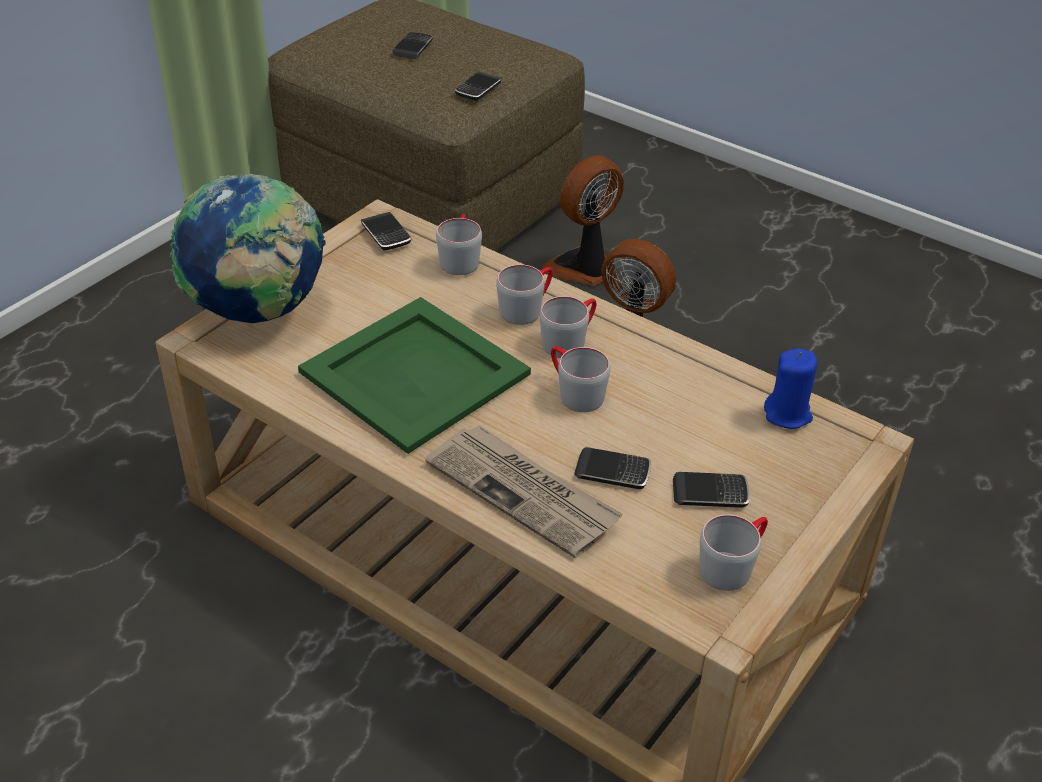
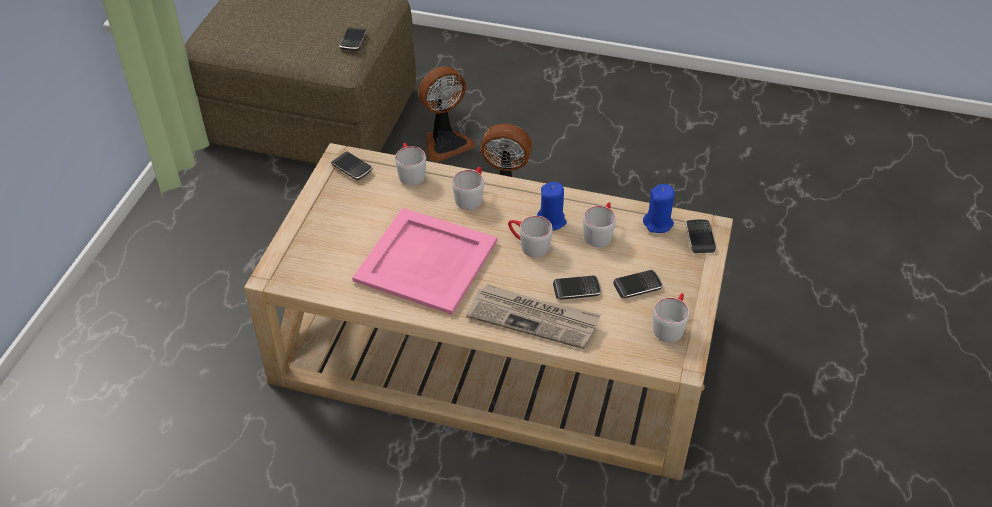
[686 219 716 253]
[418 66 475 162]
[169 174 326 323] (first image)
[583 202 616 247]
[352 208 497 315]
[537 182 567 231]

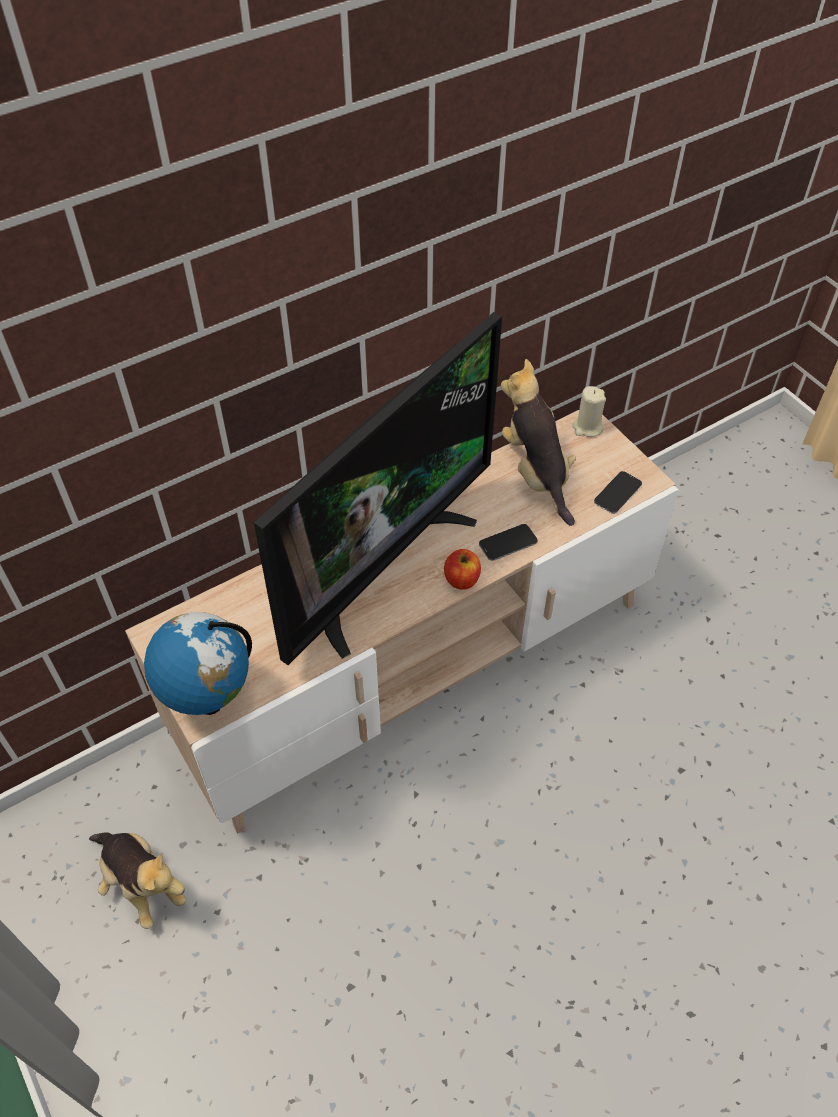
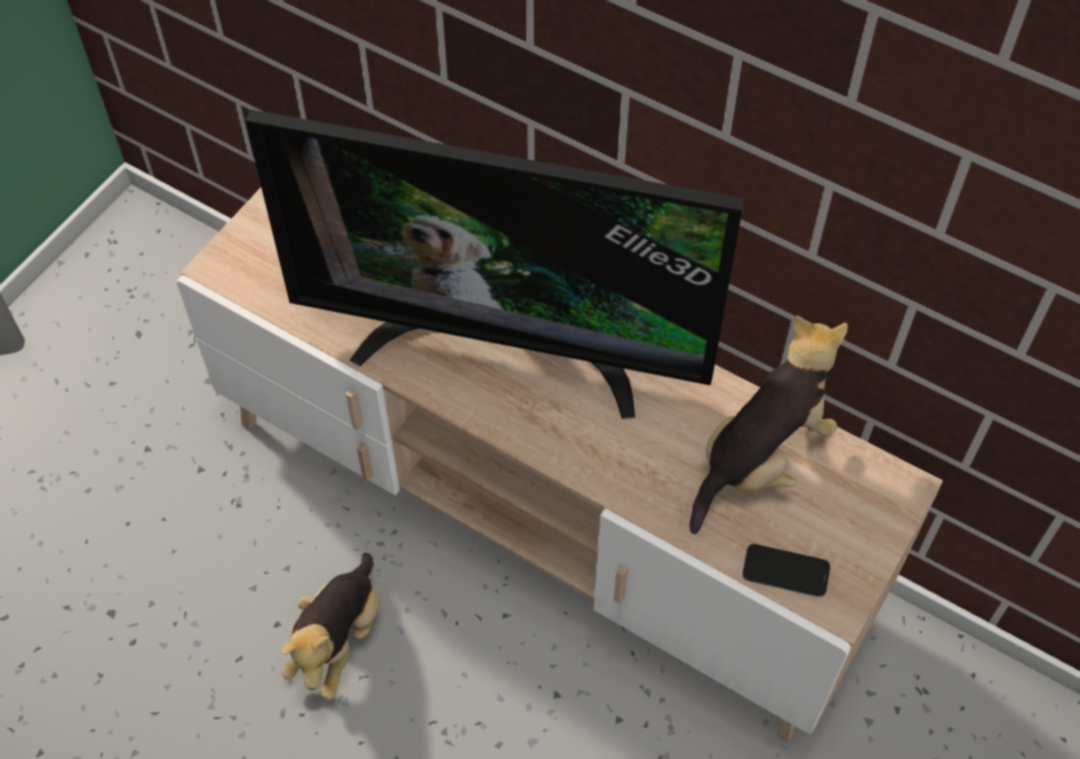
[572 386 606 437] (first image)
[479 524 538 561] (first image)
[444 549 481 590] (first image)
[144 612 252 715] (first image)
[282 553 380 700]

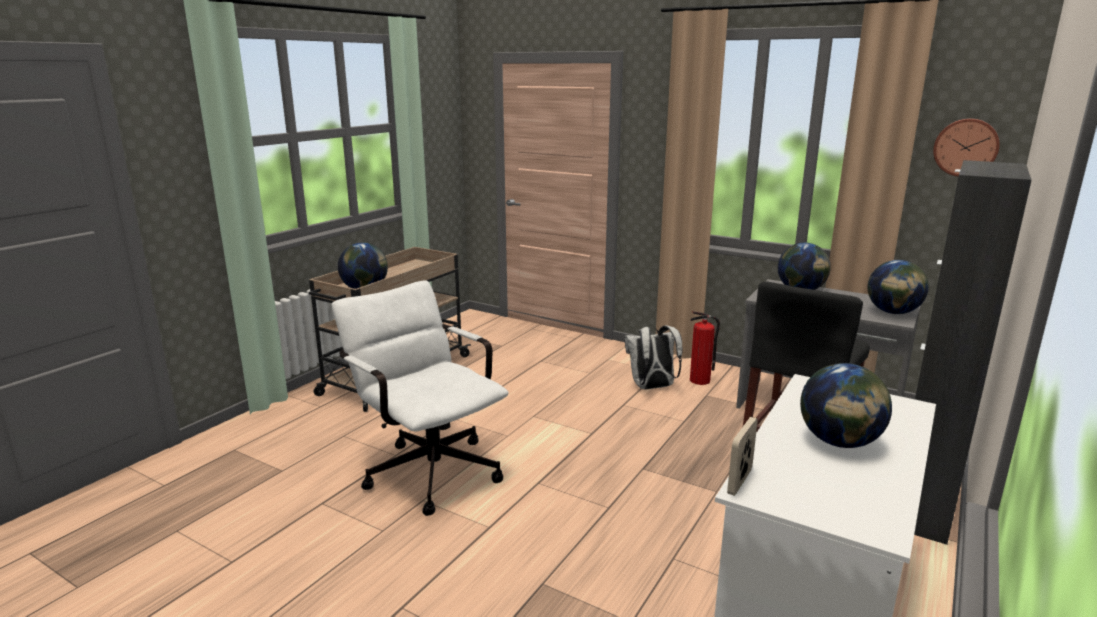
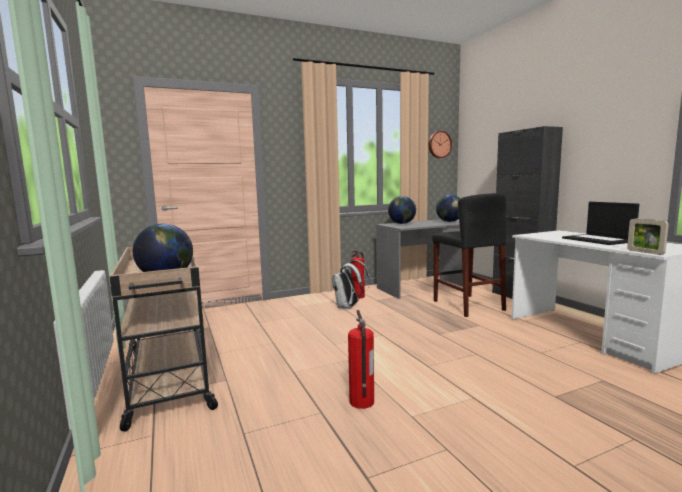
[348 310 374 409]
[562 202 639 245]

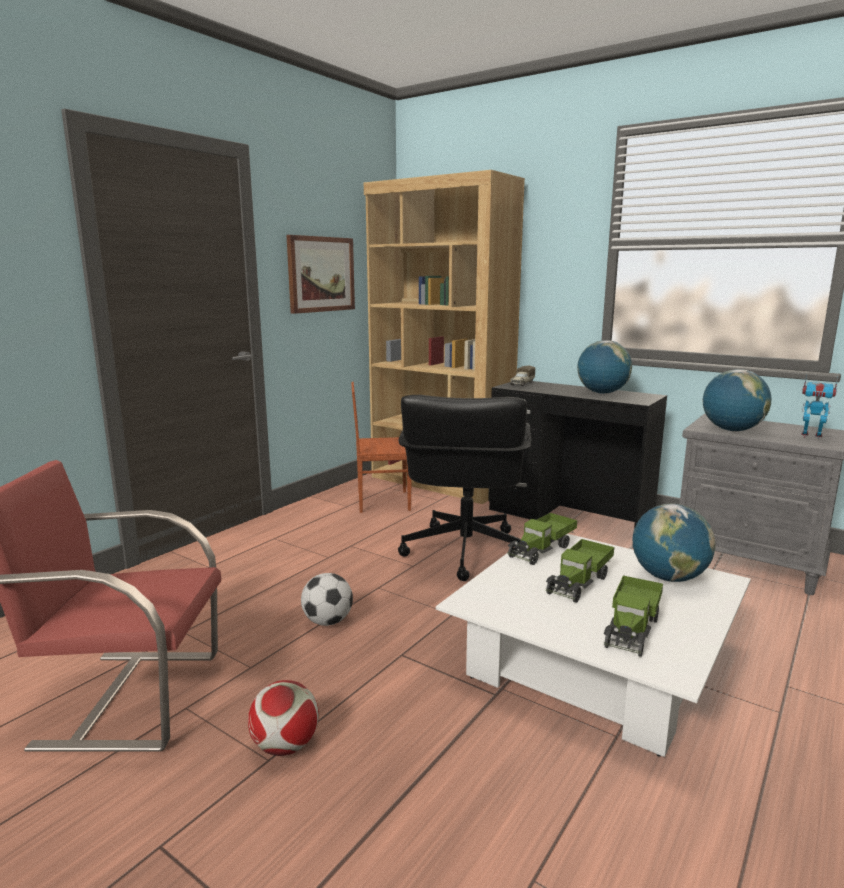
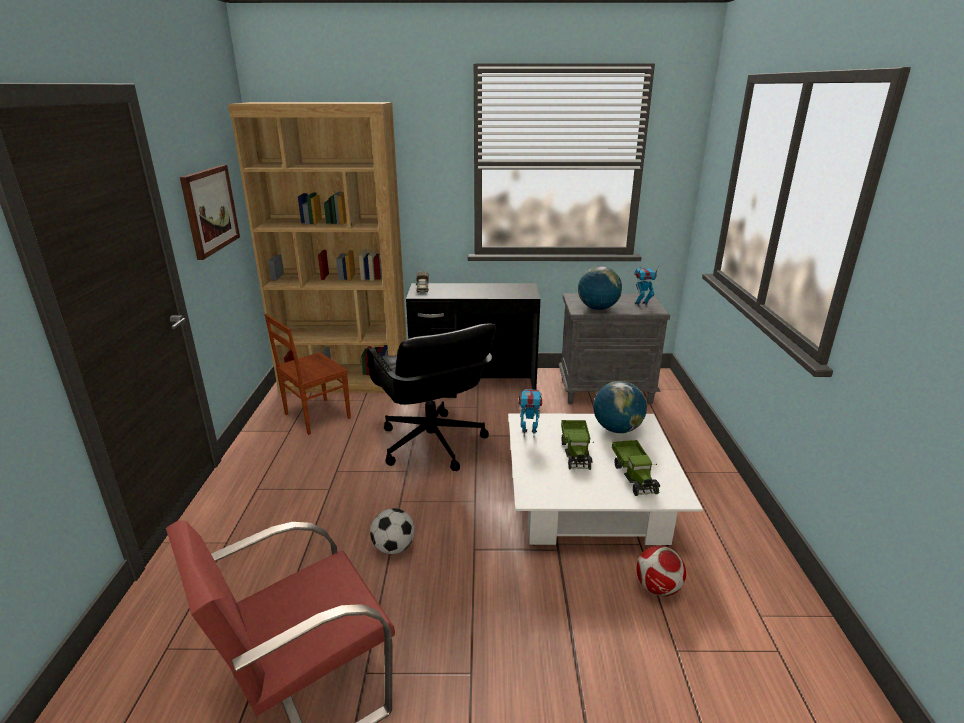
[577 340 632 394] (first image)
[518 389 542 435]
[637 545 686 596]

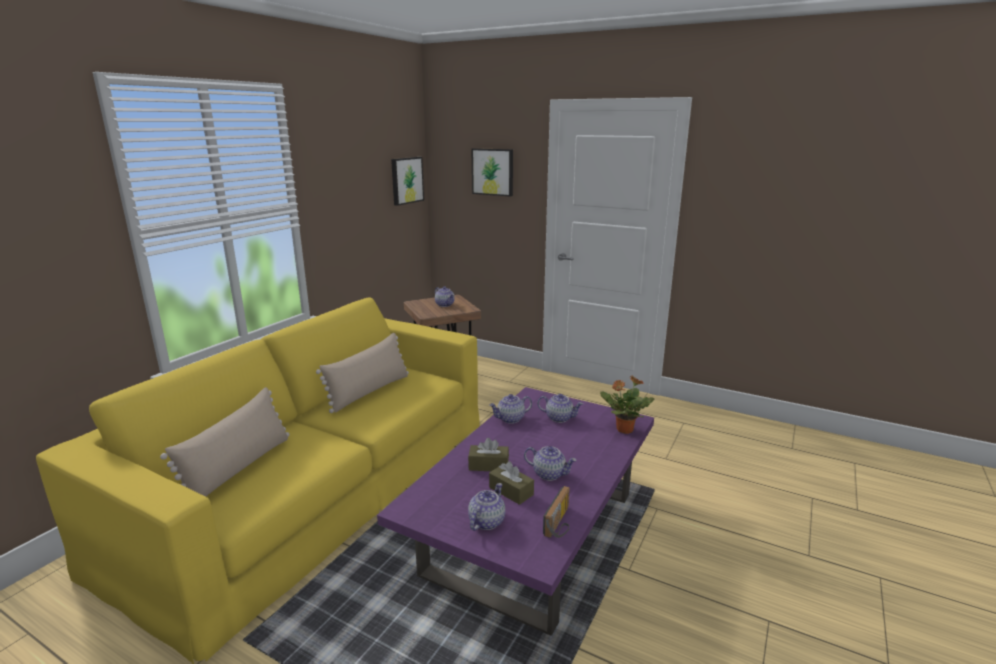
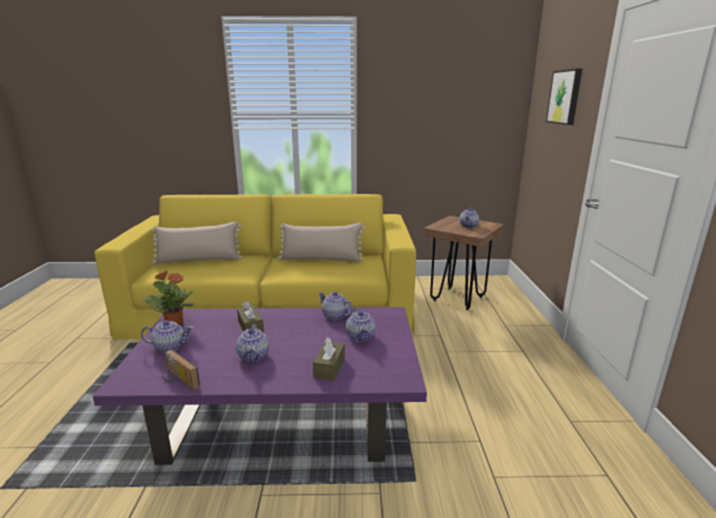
[391 157 424 206] (first image)
[142 271 195 325]
[313 337 345 381]
[161 350 200 390]

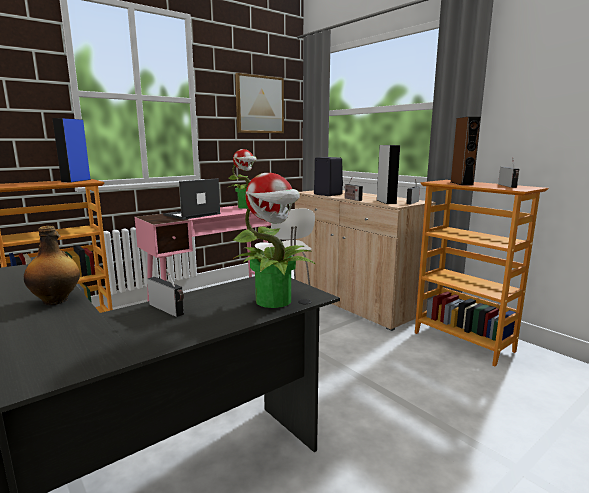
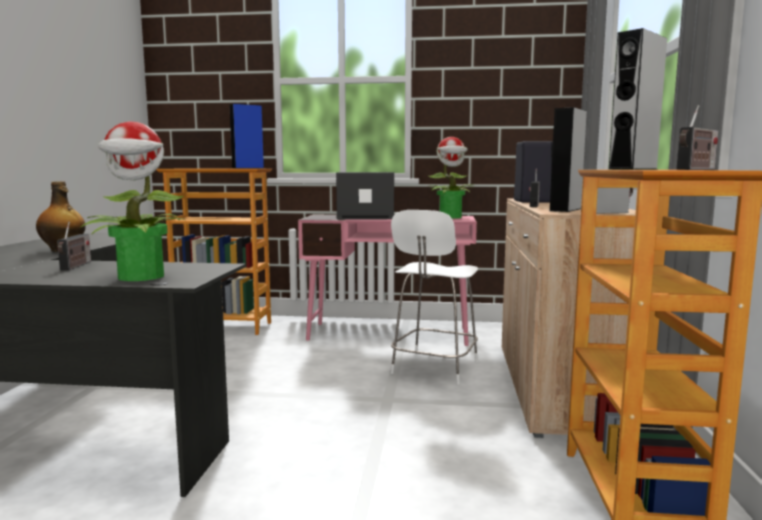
[235 73 284 133] (first image)
[609 28 667 170]

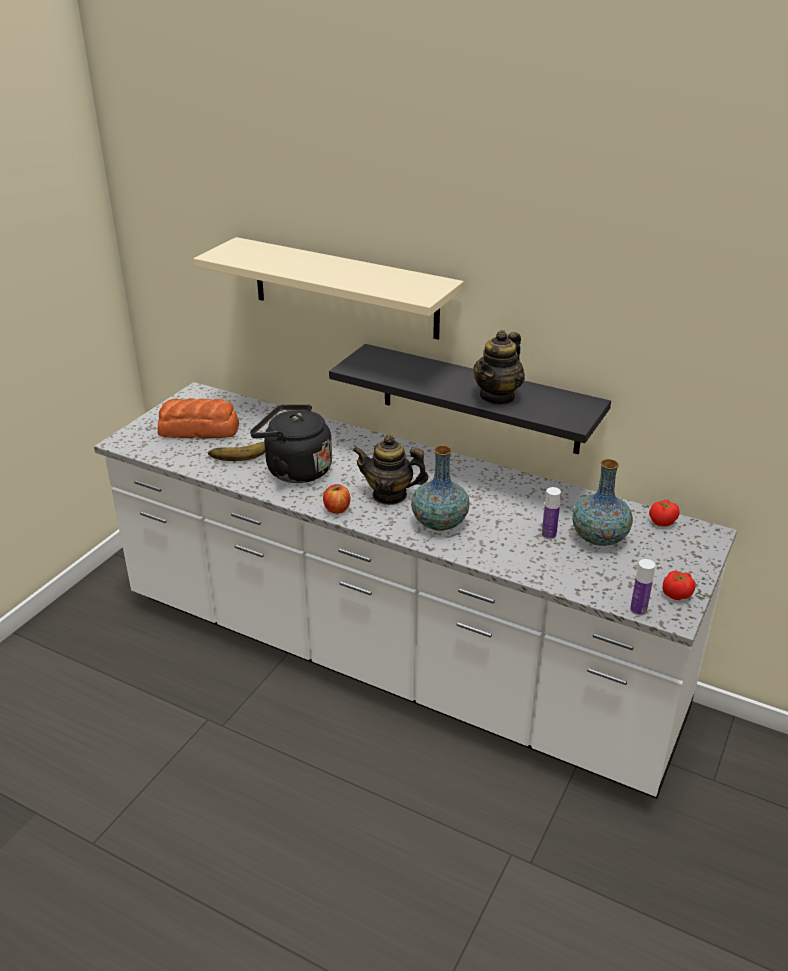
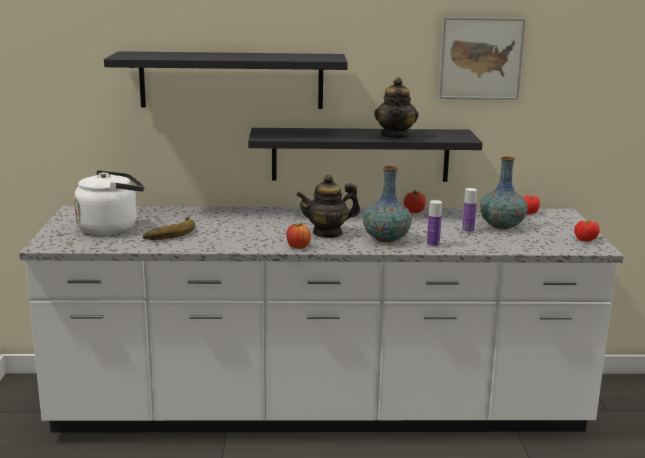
[104 51 348 109]
[74 170 145 235]
[250 405 332 483] (first image)
[427 200 442 247]
[439 17 525 100]
[403 190 426 213]

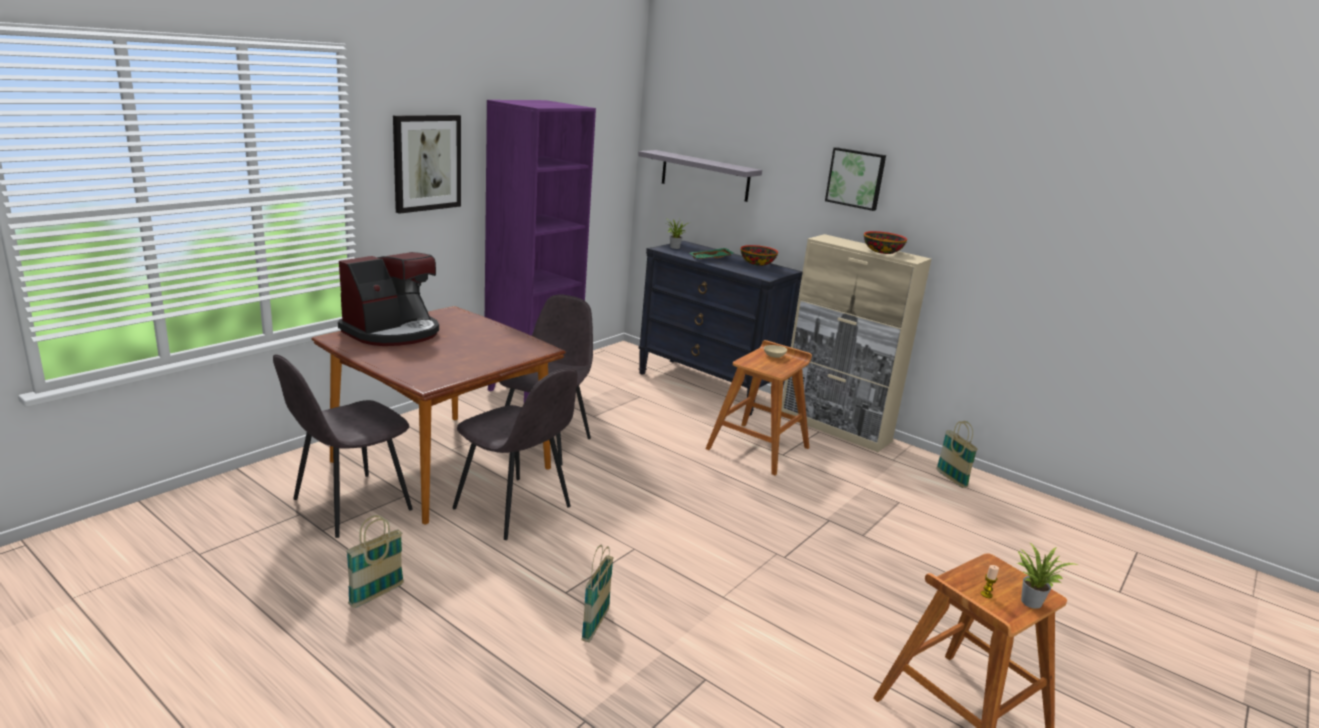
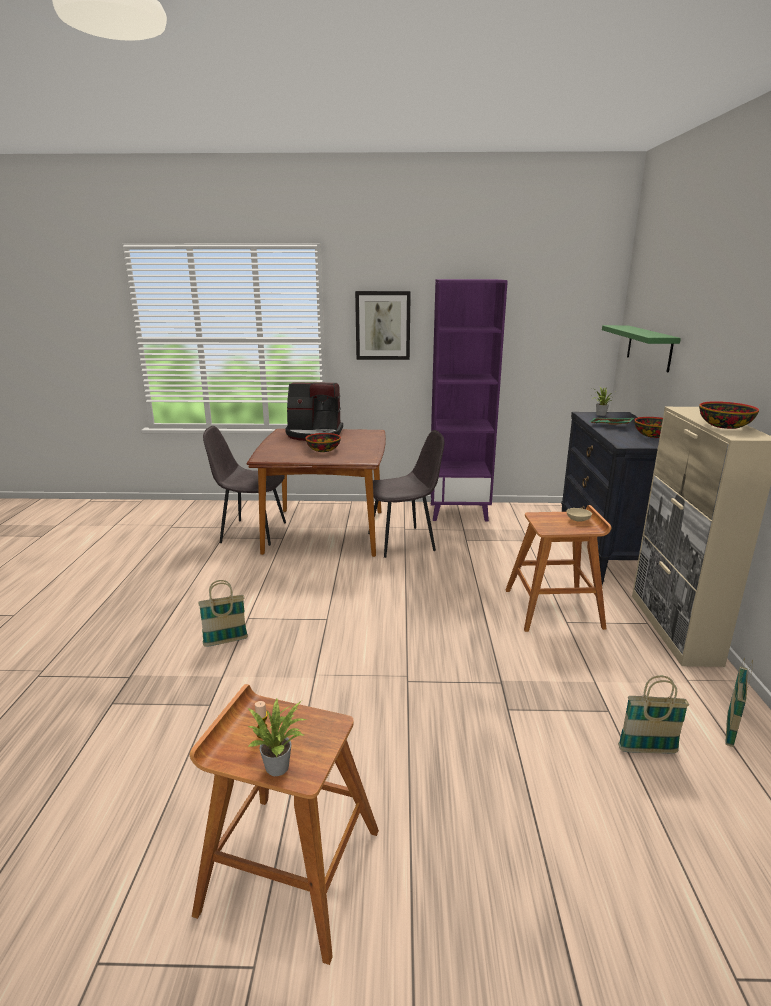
[825 147 886 211] (first image)
[602 325 681 373]
[452 368 578 540] (first image)
[618 676 689 753]
[305 433 341 452]

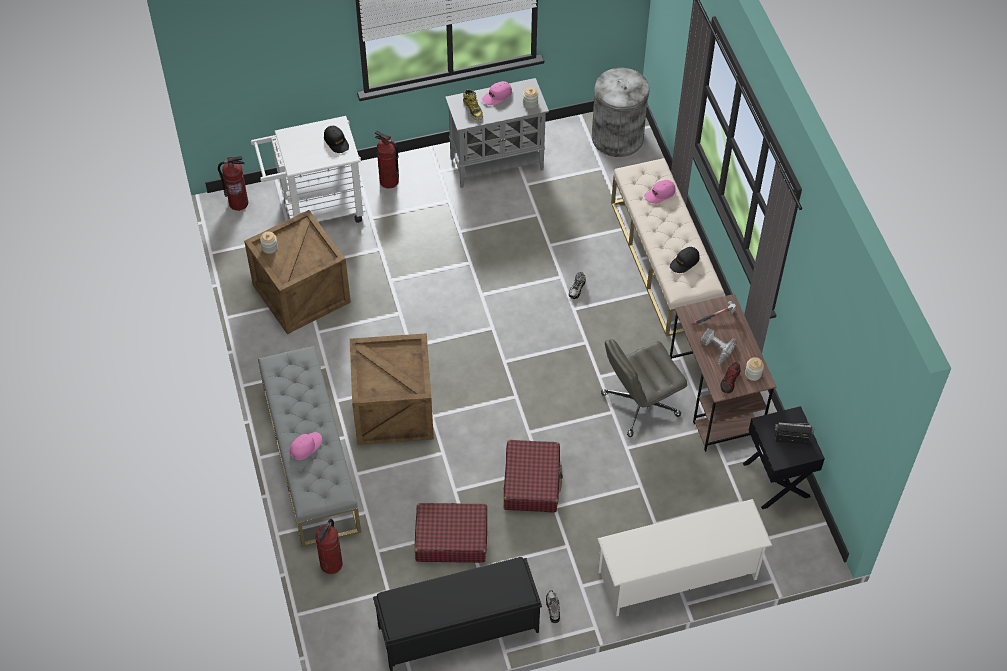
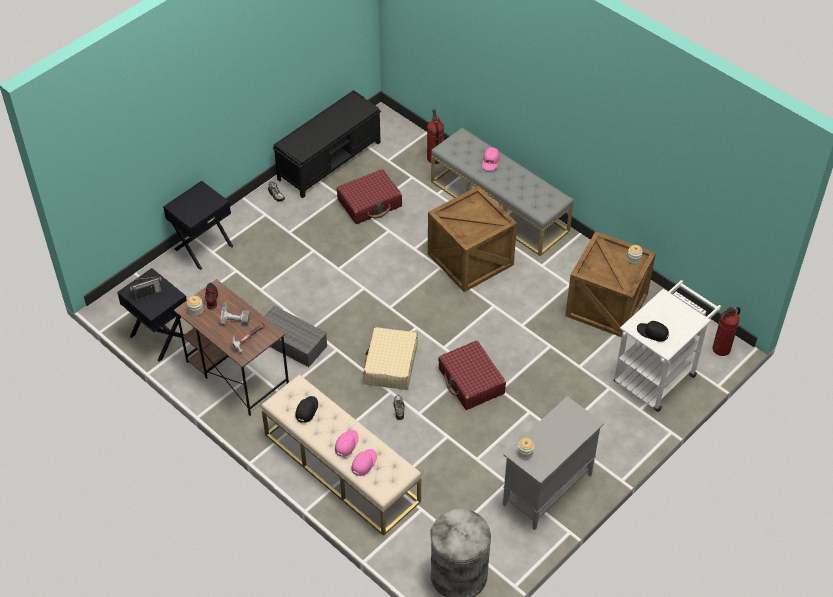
[335 430 359 457]
[463 89 483 121] (first image)
[375 130 399 189] (first image)
[264 306 327 367]
[438 341 506 410]
[163 181 234 270]
[363 327 418 390]

